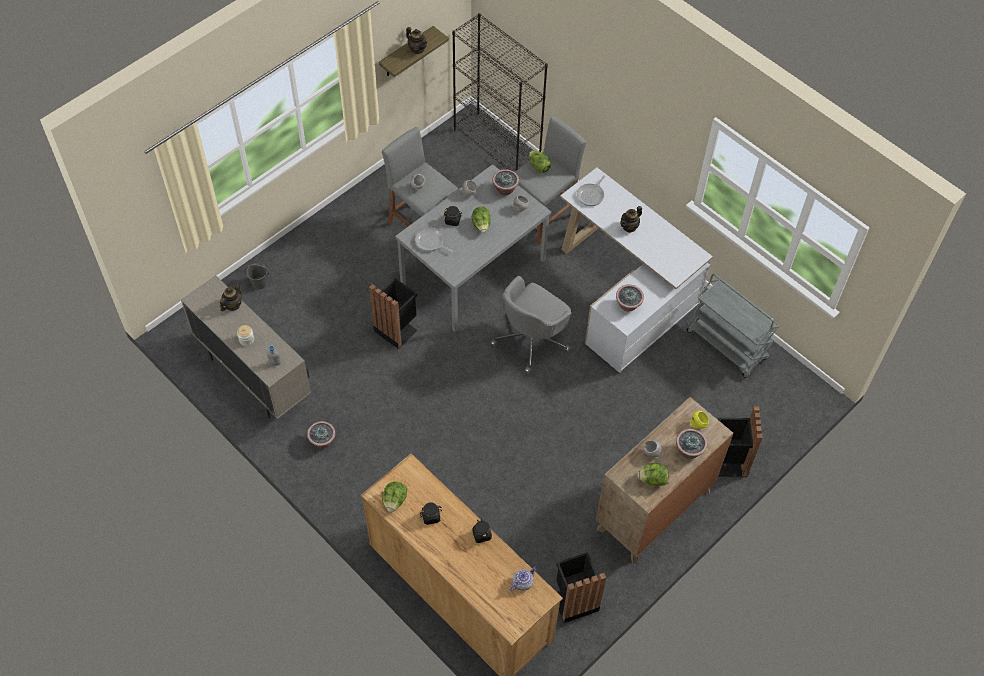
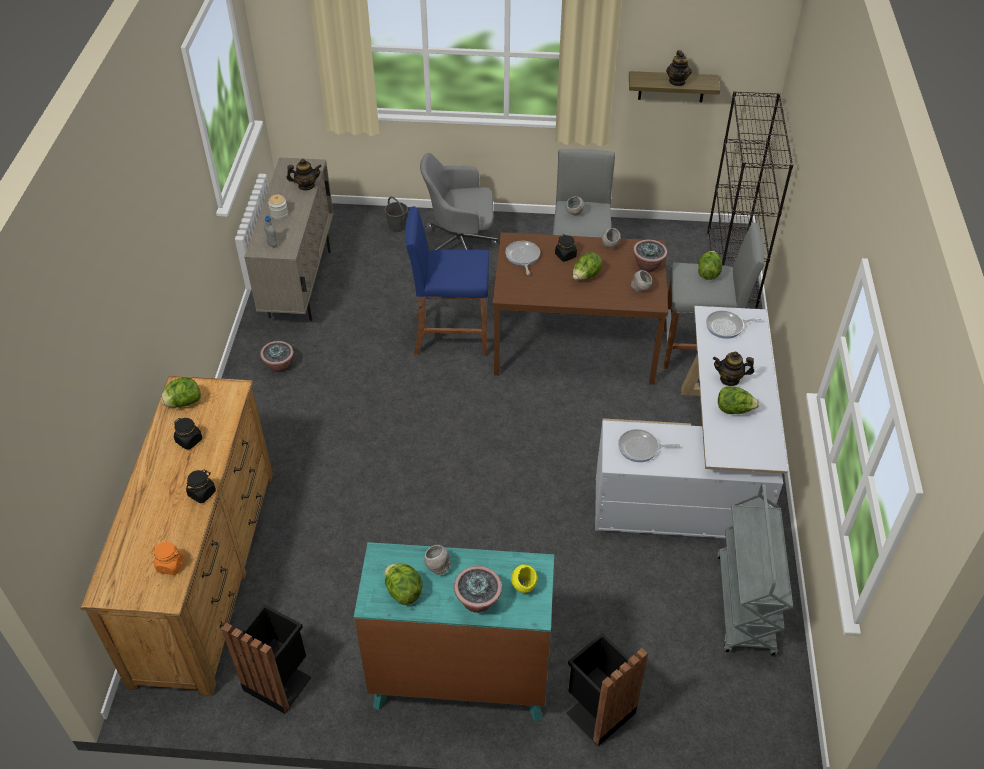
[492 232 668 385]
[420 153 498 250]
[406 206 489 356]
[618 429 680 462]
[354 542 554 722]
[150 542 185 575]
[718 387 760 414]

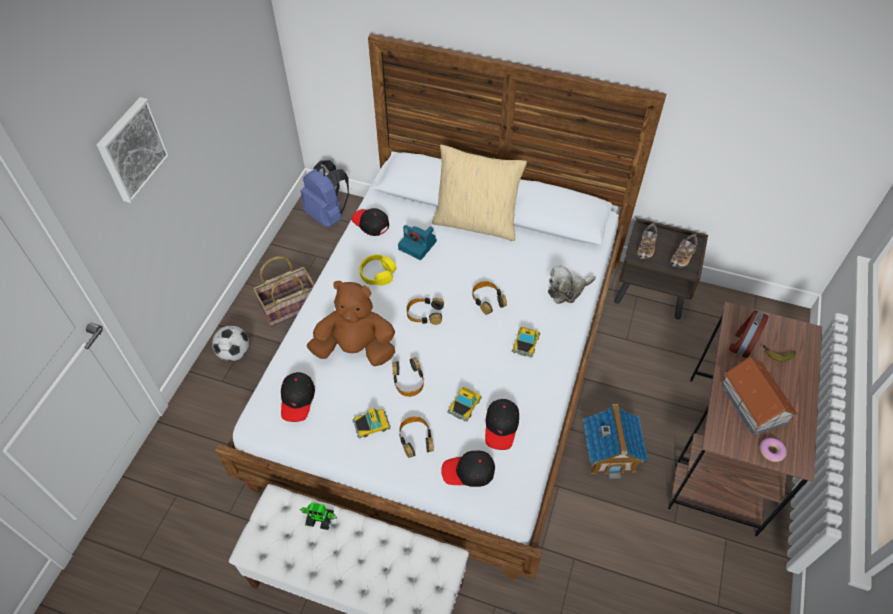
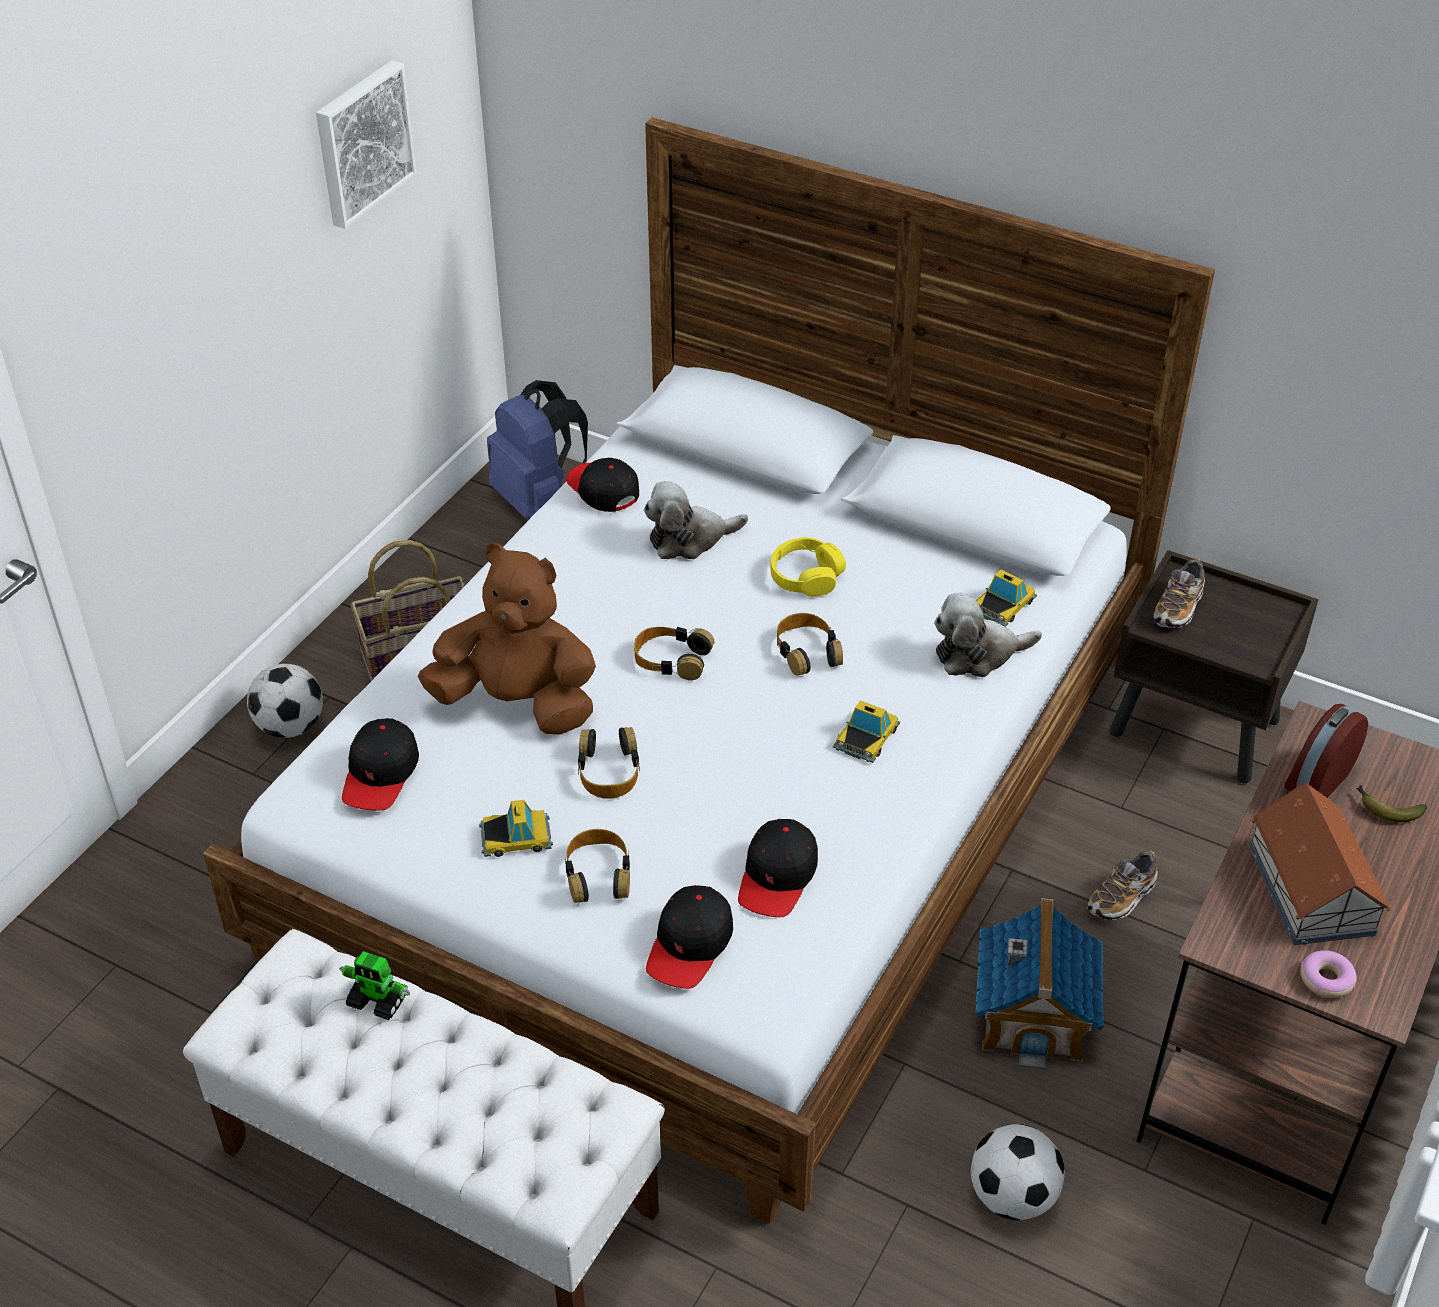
[316 60 417 229]
[432 145 527 241] (first image)
[644 481 748 559]
[1087 851 1158 920]
[770 537 846 596]
[976 570 1037 627]
[646 885 733 989]
[971 1124 1065 1220]

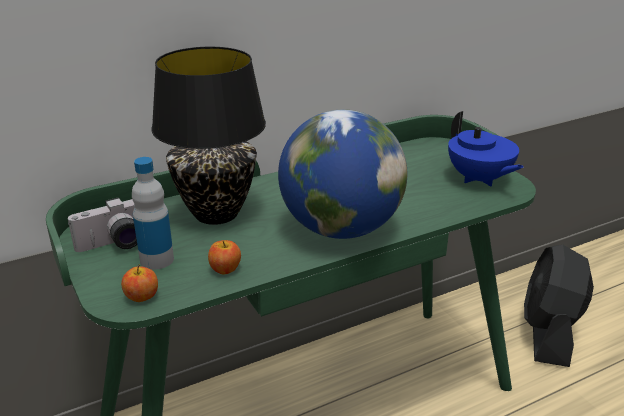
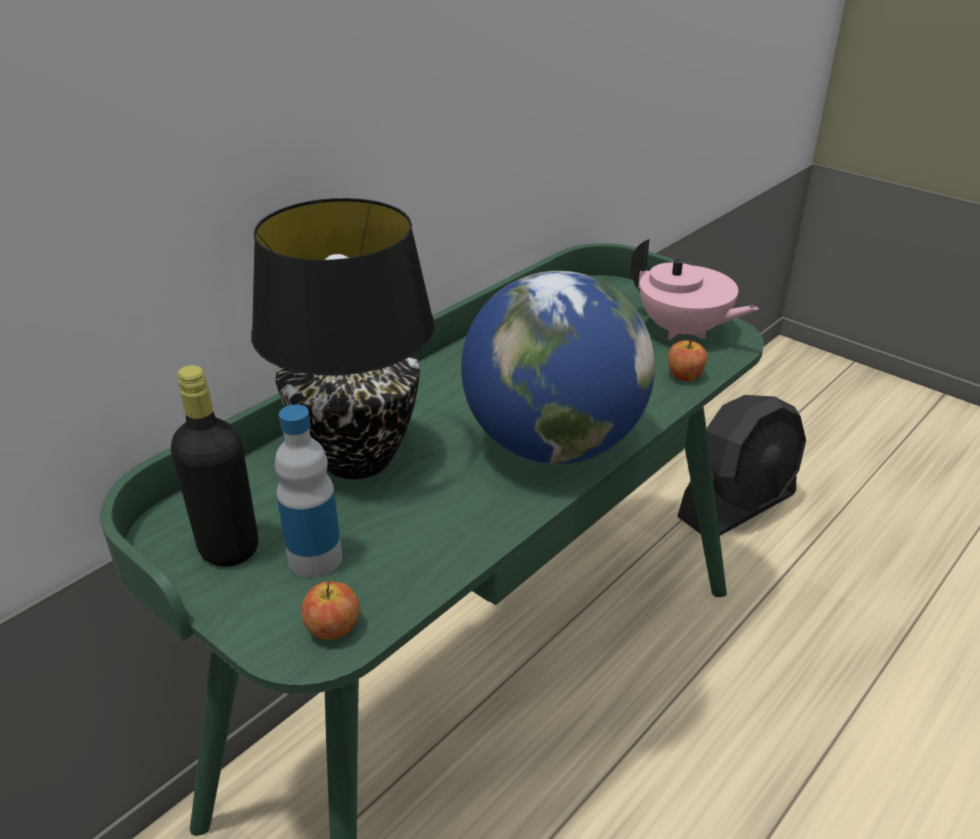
[631 239 759 340]
[171 365 258 567]
[668 340 707 381]
[677 395 806 536]

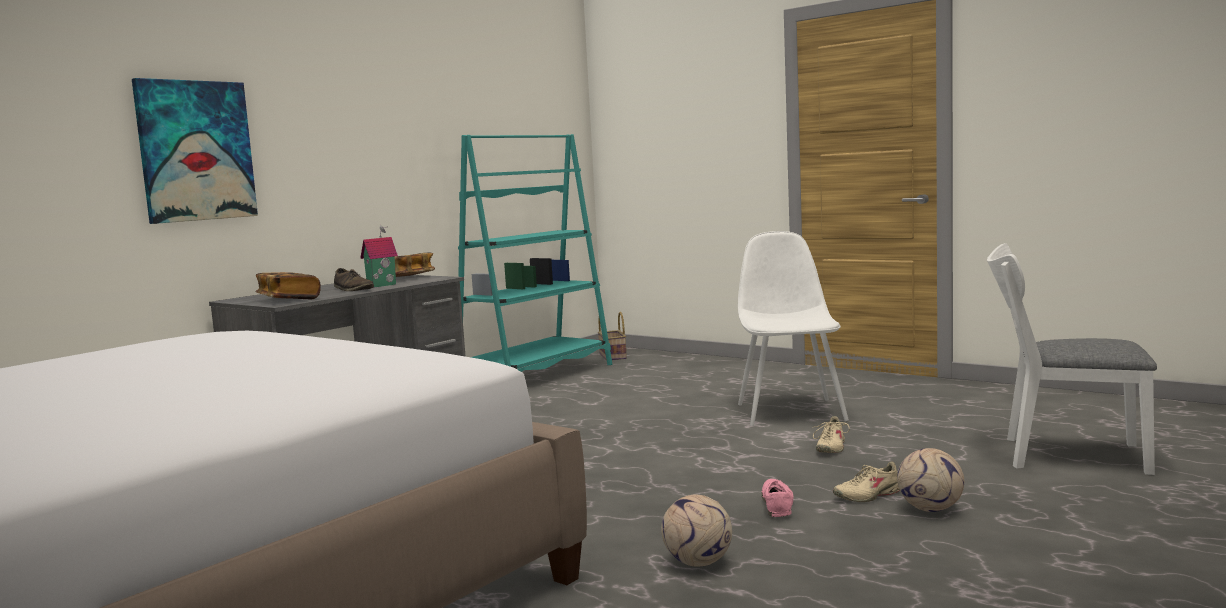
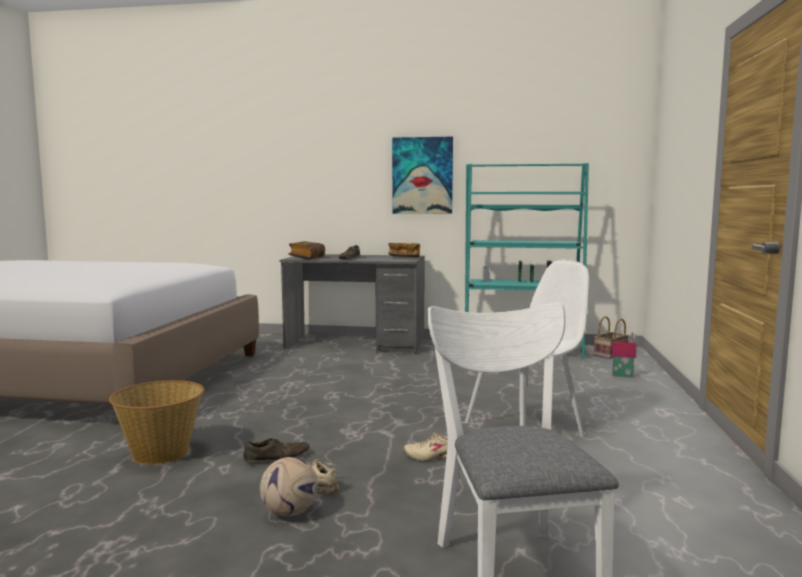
[392 137 453 214]
[611 332 637 378]
[244 438 310 464]
[109 380 204 465]

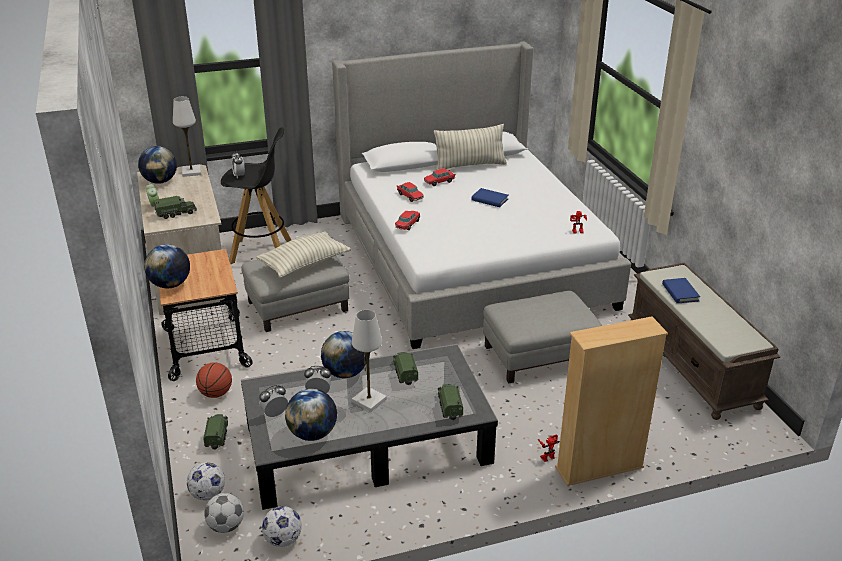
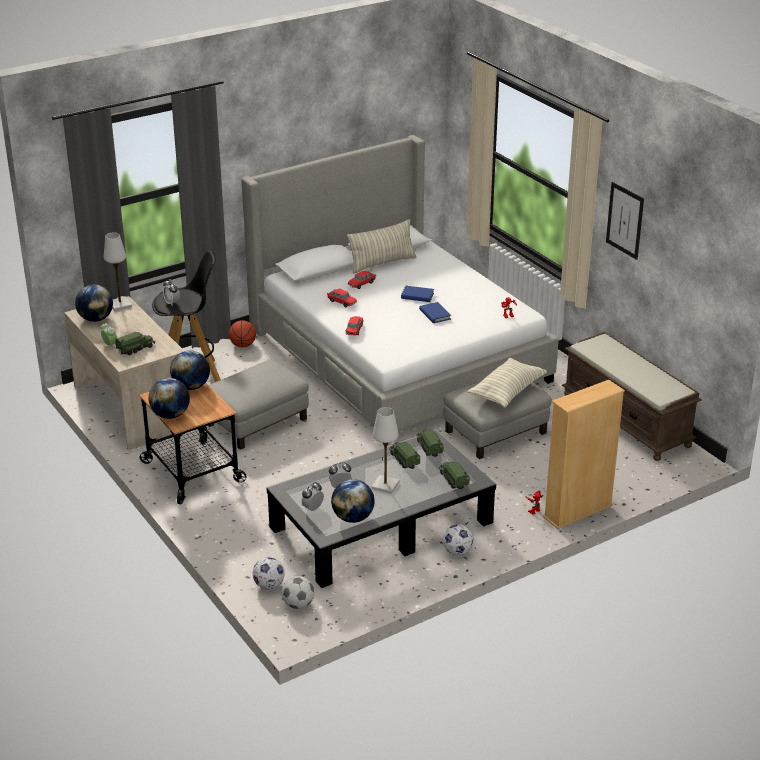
[467 358 547 408]
[419 302 451 323]
[170 351 210 390]
[229 320 256 348]
[416 430 444 457]
[443 524 474 555]
[606 182 644 260]

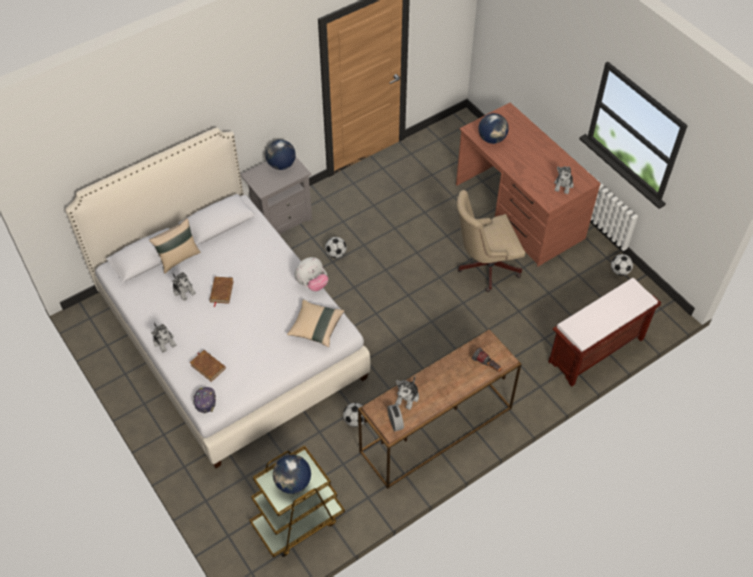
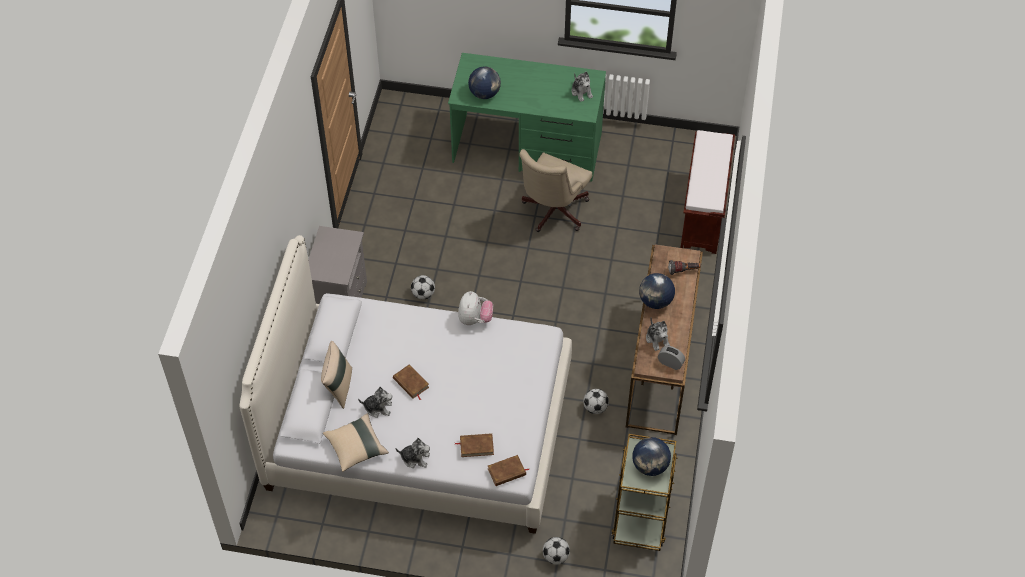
[448 53 606 182]
[639 273 675 309]
[543 537 570 565]
[323 413 389 472]
[488 455 529 486]

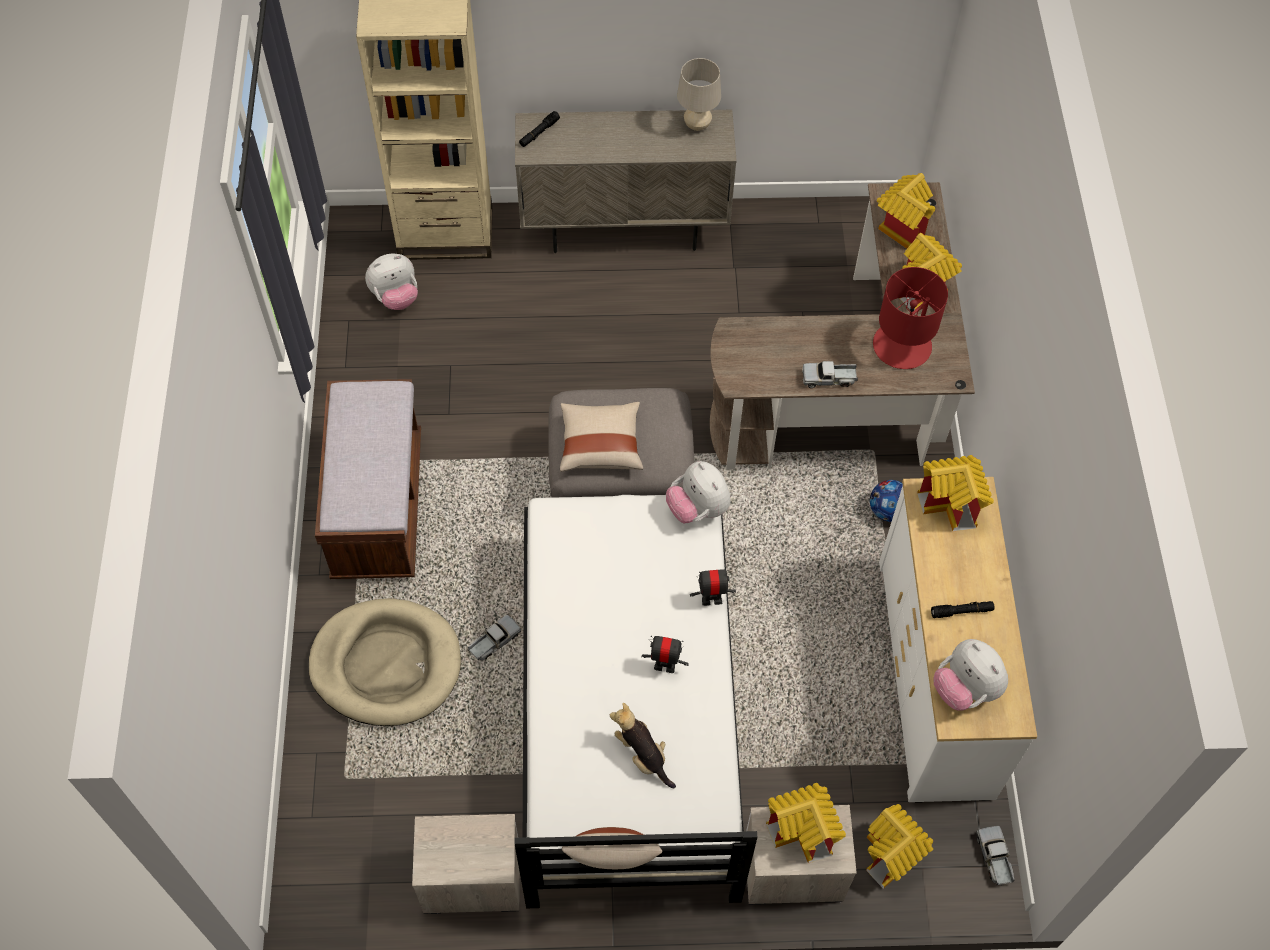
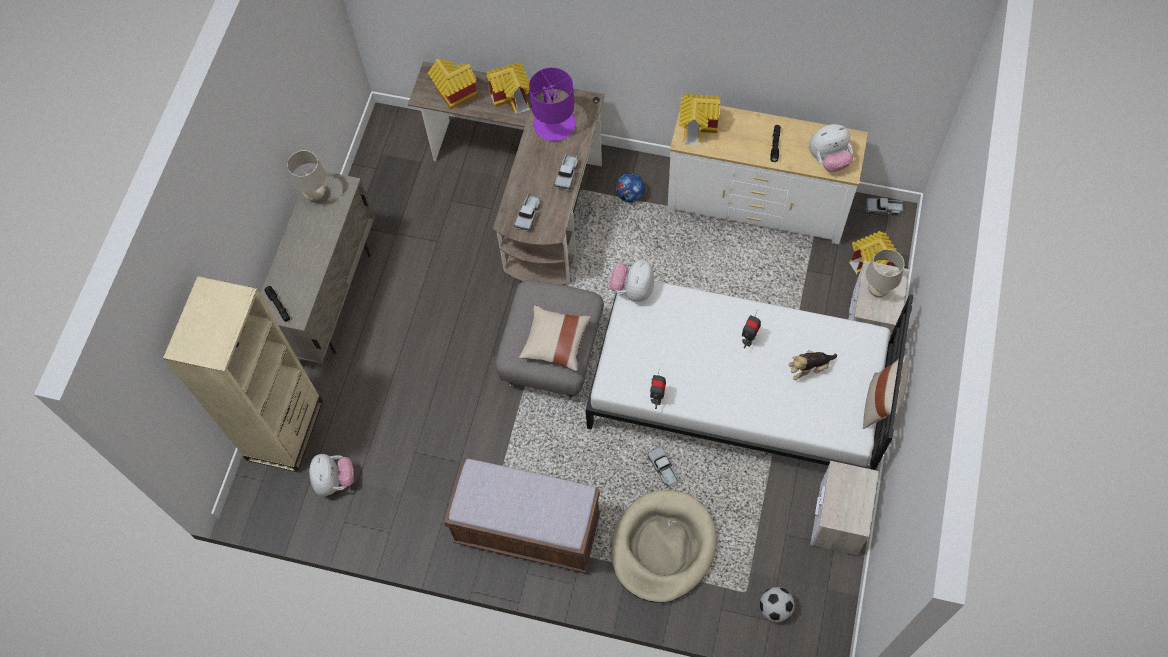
[529 68 576 141]
[609 260 654 302]
[650 369 666 409]
[866 249 905 297]
[514 193 540 231]
[760 587 795 623]

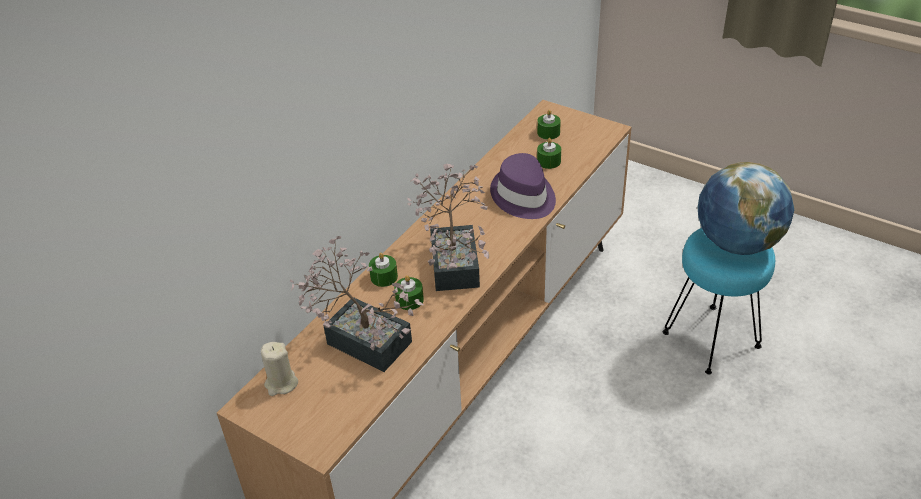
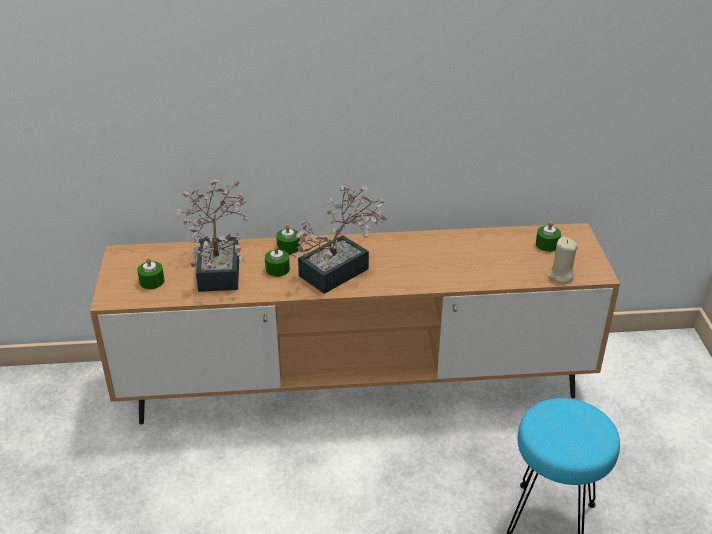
[137 258 165 289]
[490 153 556 219] (first image)
[698 162 794 255] (first image)
[547 237 578 283]

